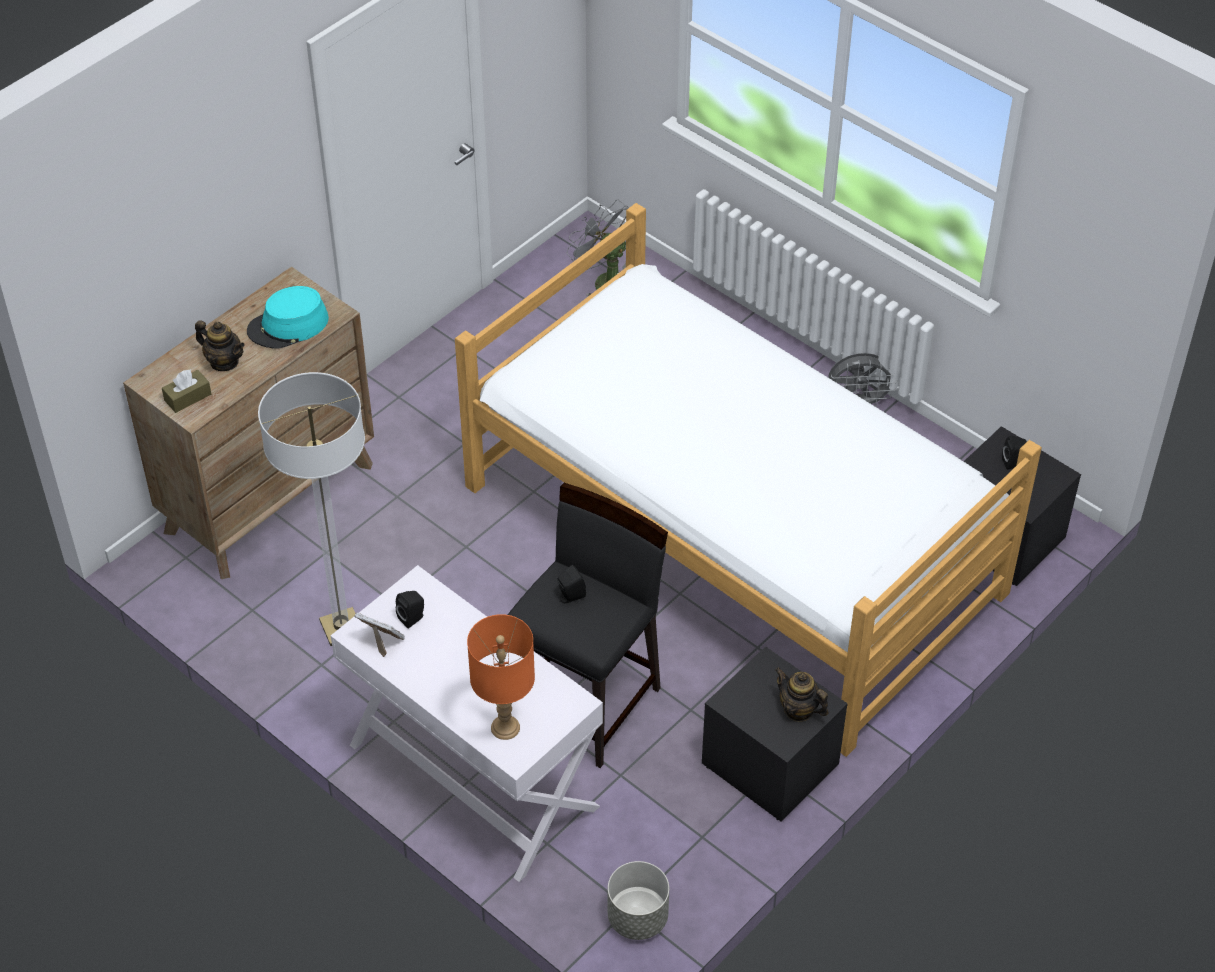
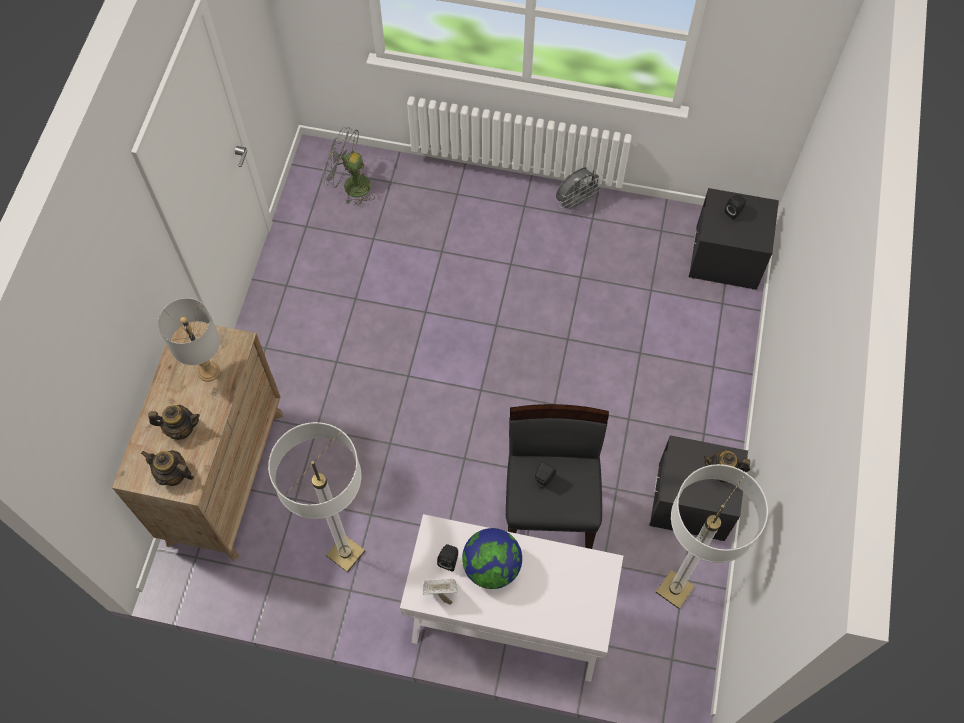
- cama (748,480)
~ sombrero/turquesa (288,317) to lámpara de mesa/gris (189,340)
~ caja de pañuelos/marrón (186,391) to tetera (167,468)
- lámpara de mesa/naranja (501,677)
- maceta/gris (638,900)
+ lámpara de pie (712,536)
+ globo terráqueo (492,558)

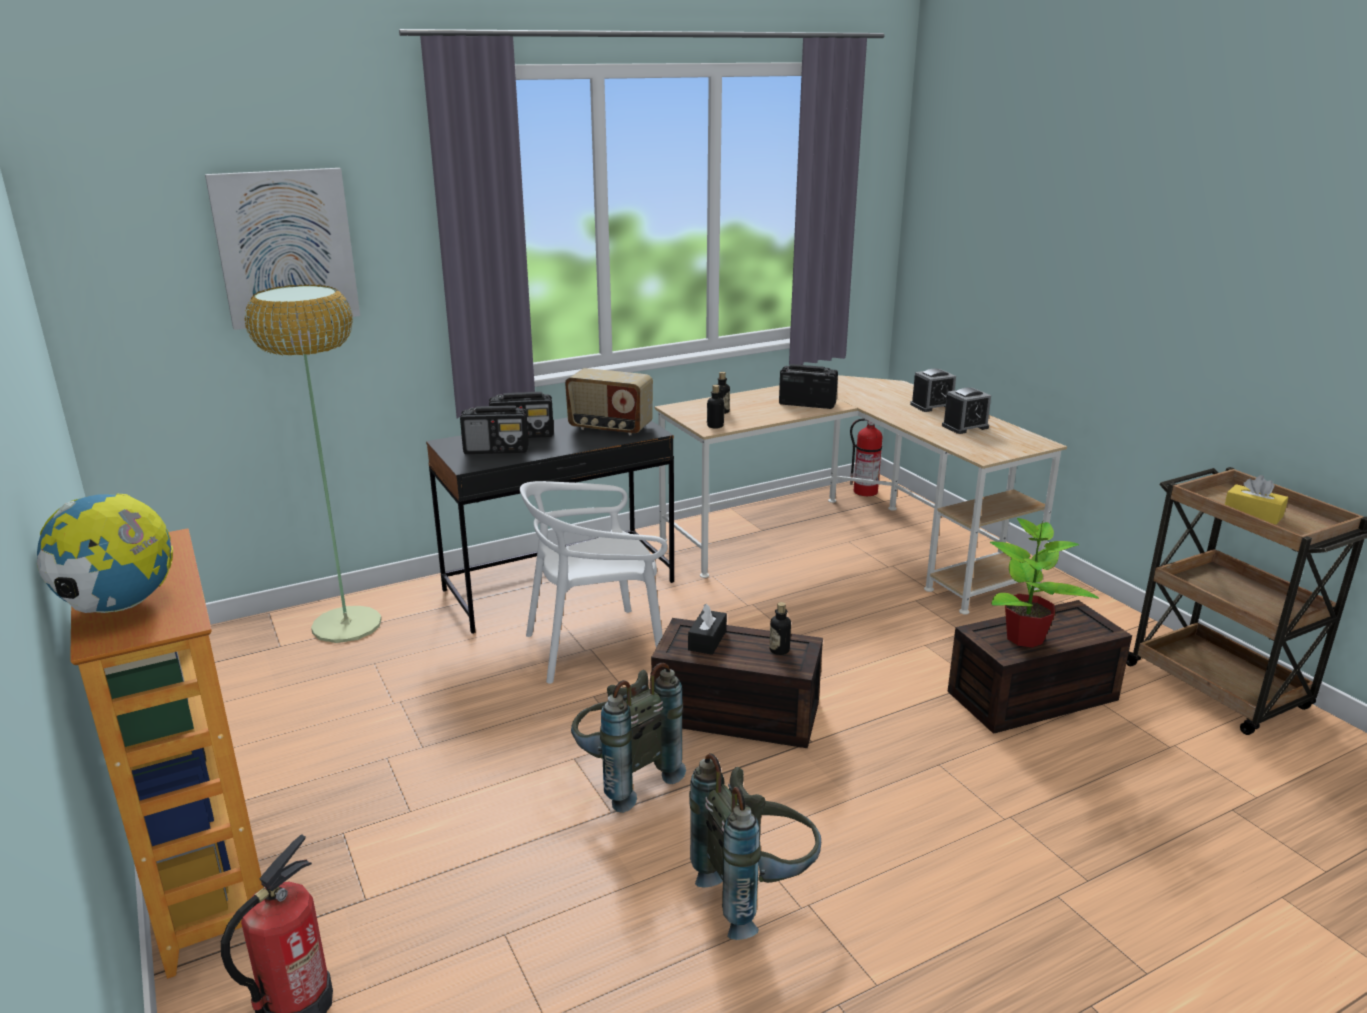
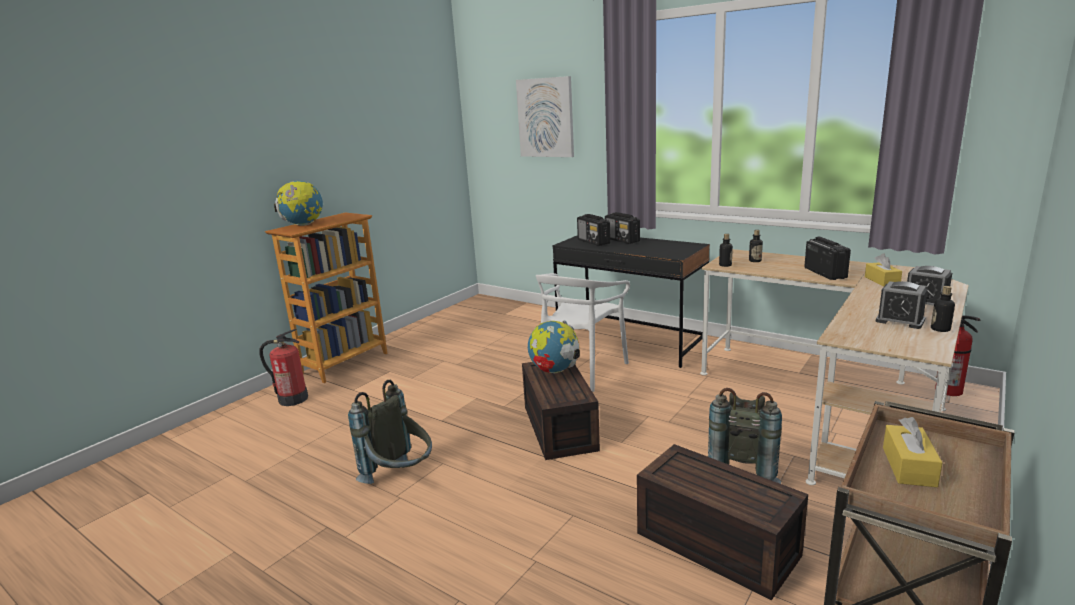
- lámpara de pie (313,464)
- radio (609,401)
~ silla/blanco (594,582) = (583,332) 105 degrees counterclockwise
- planta en maceta (1044,583)
~ botella (780,628) to (943,309)
~ caja de pañuelos/negro (707,629) to globo terráqueo (554,346)
~ mochila/gris (628,738) to (745,436)
+ caja de pañuelos/amarillo (883,270)

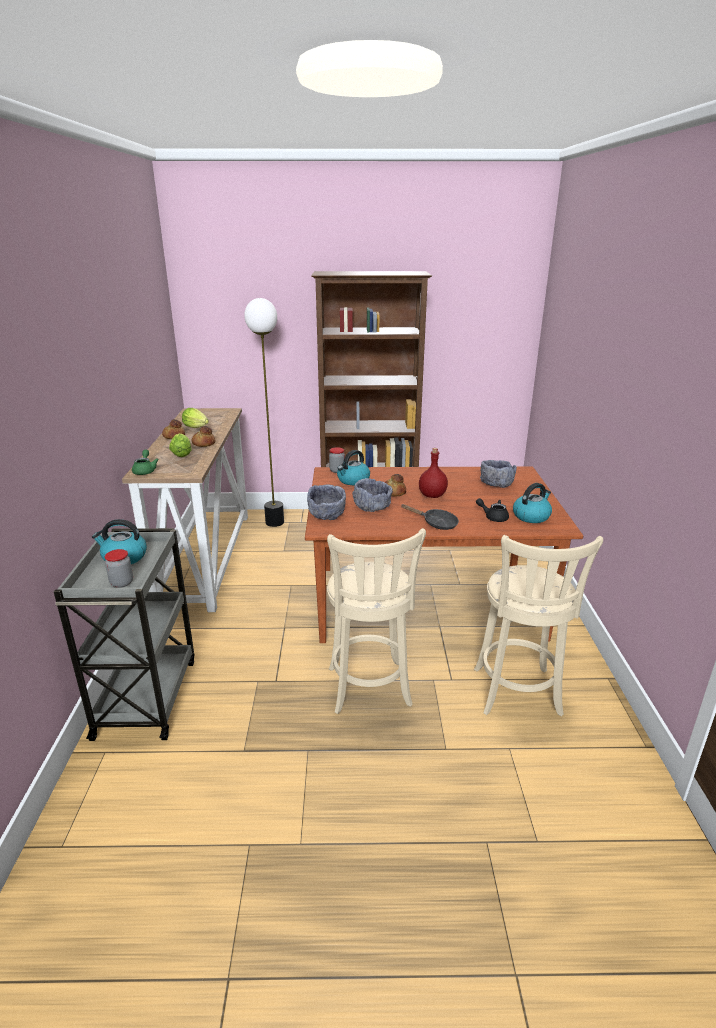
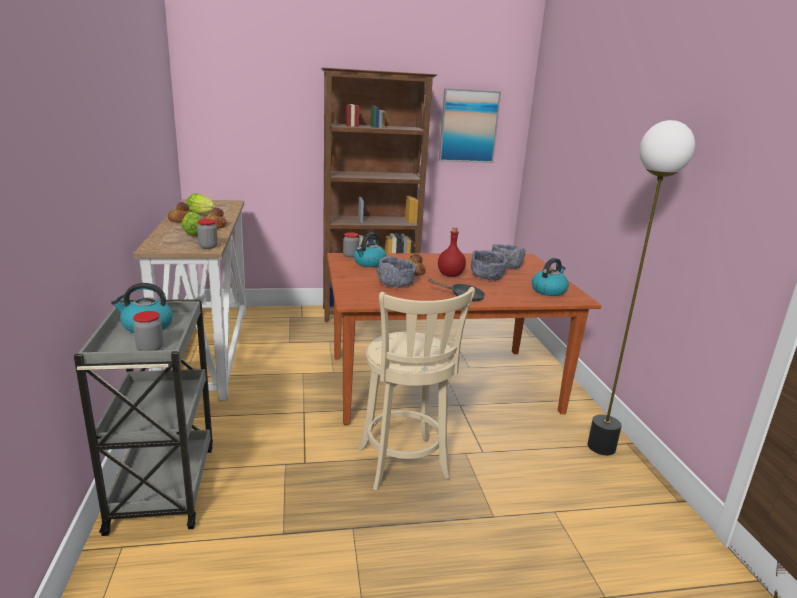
~ lámpara de pie (264,412) to (641,287)
- tetera/verde (145,462)
~ cuenco/gris (326,502) to (489,265)
- tetera/negro (492,510)
- taburete/beis (538,625)
+ cuadro (470,125)
+ tarro (207,234)

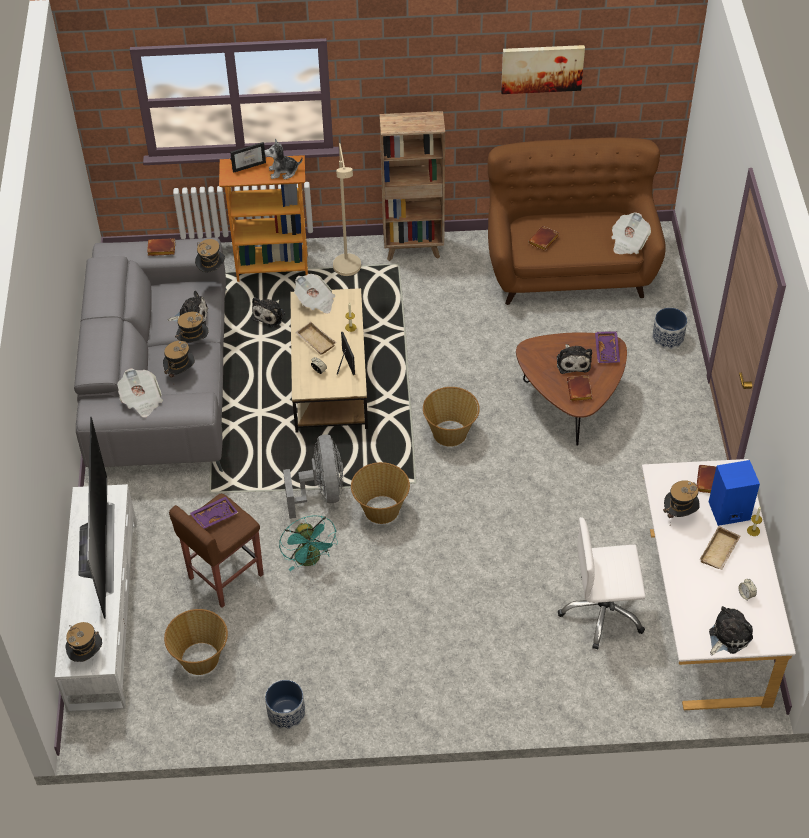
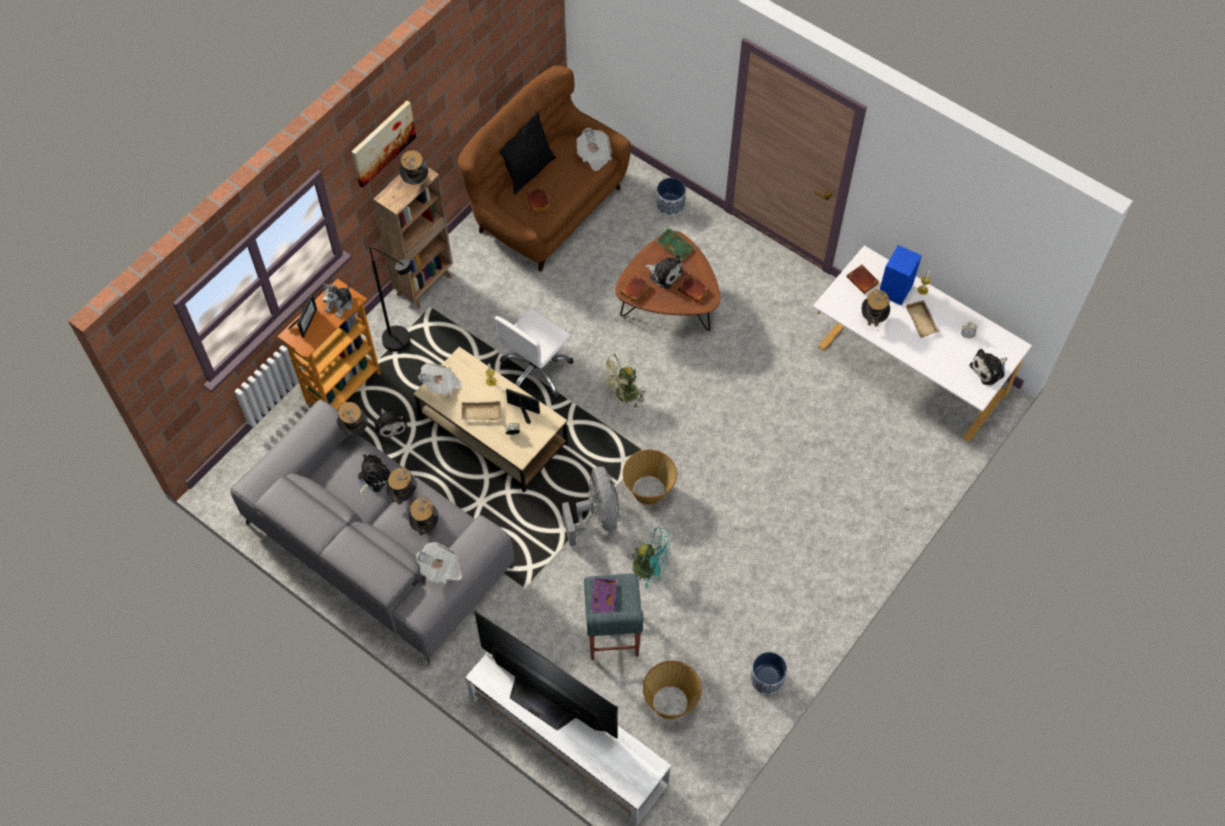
~ cuadro (543,69) to (383,144)
~ lámpara de pie/beis (347,209) to lámpara de pie/negro (390,299)
~ libro/marrón (161,247) to (635,289)
~ bandeja/morado (607,347) to bandeja/verde (675,244)
~ cesta (451,417) to ventilador/verde (622,380)
~ ventilador/gris (313,477) = (590,506) 45 degrees clockwise
~ taburete/marrón (216,551) to taburete/gris (613,617)
~ silla de oficina/blanco (602,583) to (534,353)
~ peluche (731,630) = (988,367) 120 degrees counterclockwise
~ sombrero (84,642) to (413,167)
+ cojín/negro (527,152)

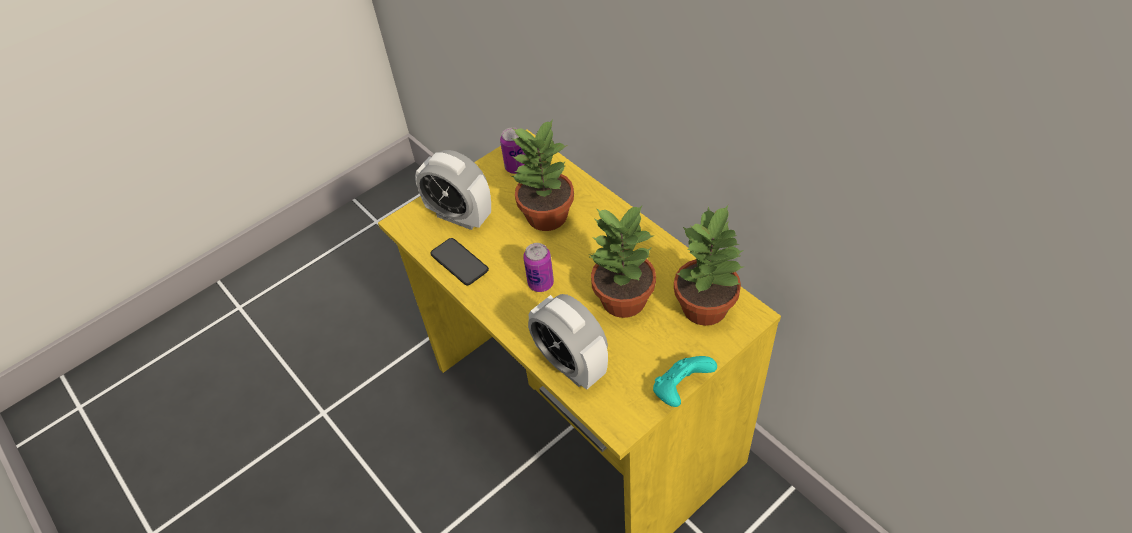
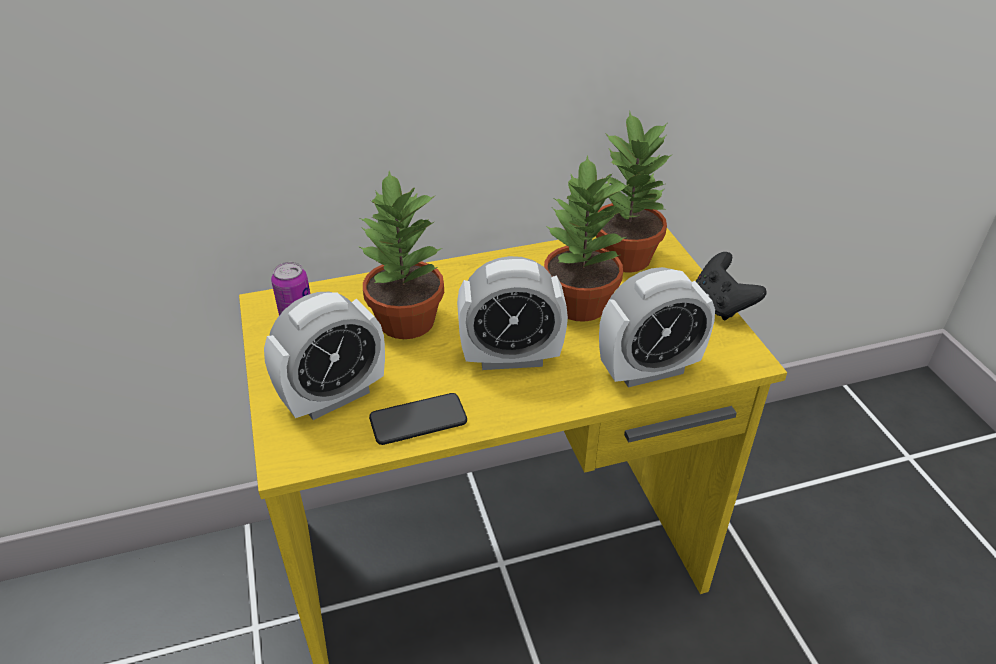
~ lata (538,267) to despertador (512,313)
~ mando de consola/turquesa (685,381) to mando de consola/negro (731,286)

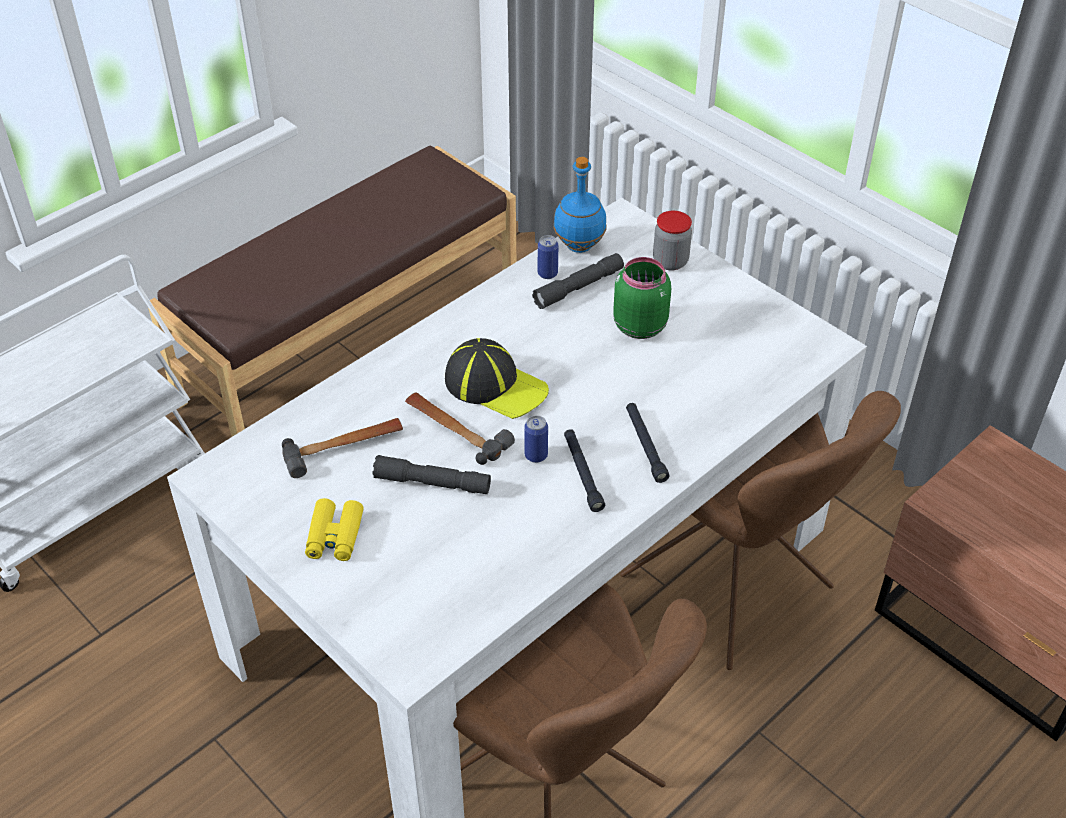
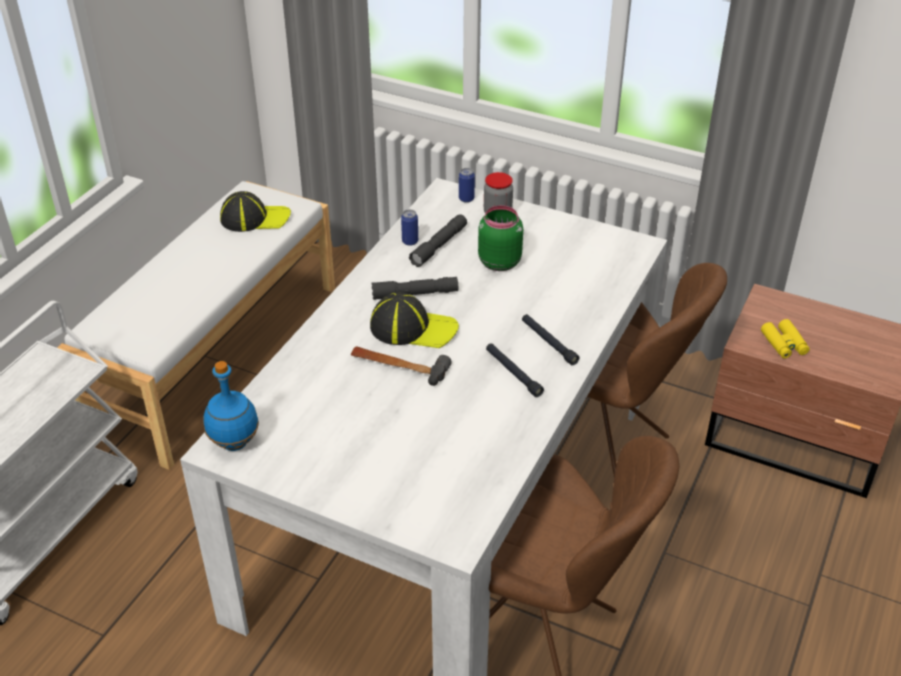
~ banco/marrón (332,291) to banco/blanco (196,325)
~ botella/azul (580,205) to (231,406)
~ lata (536,439) to (467,185)
- martillo (342,448)
~ linterna/gris (431,474) to (415,288)
~ prismáticos/amarillo (334,529) to (785,339)
+ gorra (255,211)

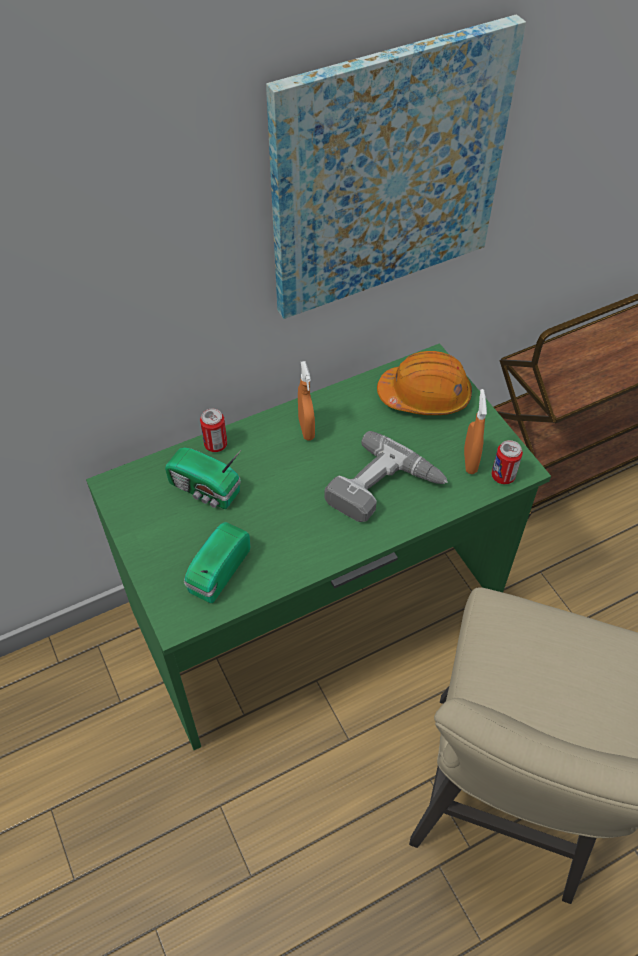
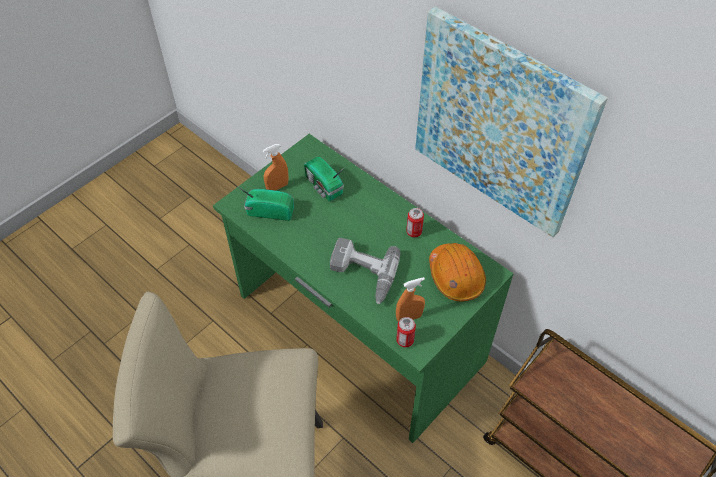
~ pulverizador/naranja (306,401) to (276,167)
~ lata (213,430) to (415,222)
~ radio (203,478) = (324,179) 45 degrees counterclockwise

